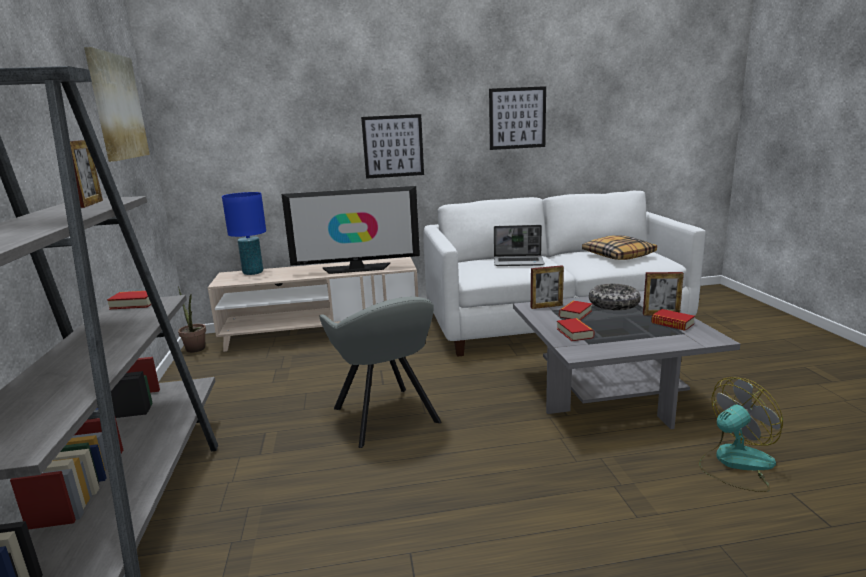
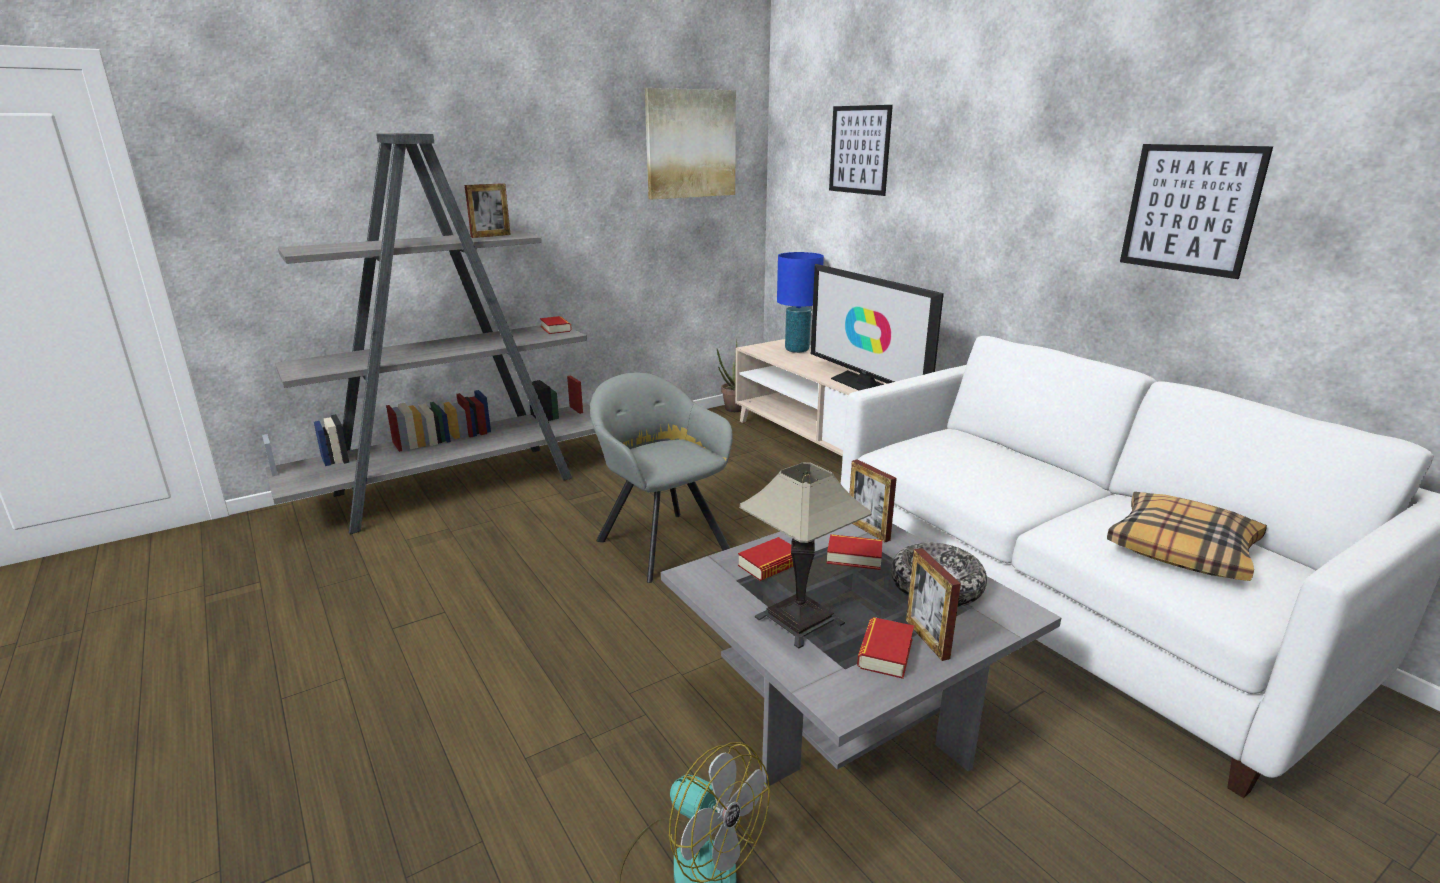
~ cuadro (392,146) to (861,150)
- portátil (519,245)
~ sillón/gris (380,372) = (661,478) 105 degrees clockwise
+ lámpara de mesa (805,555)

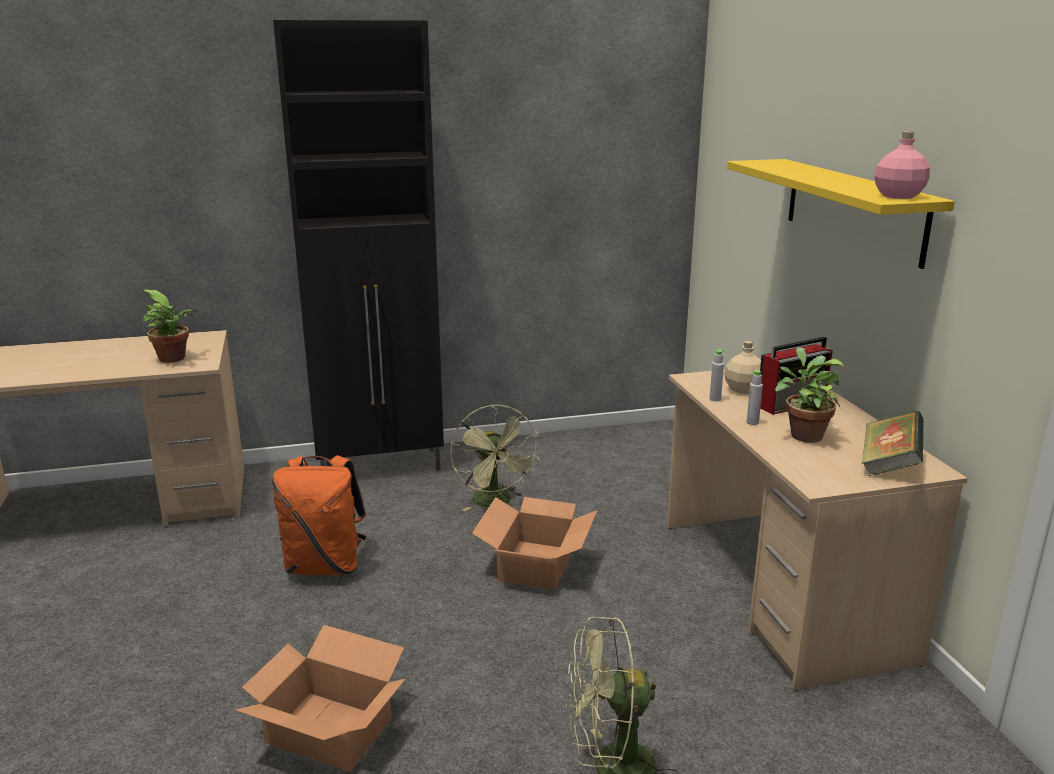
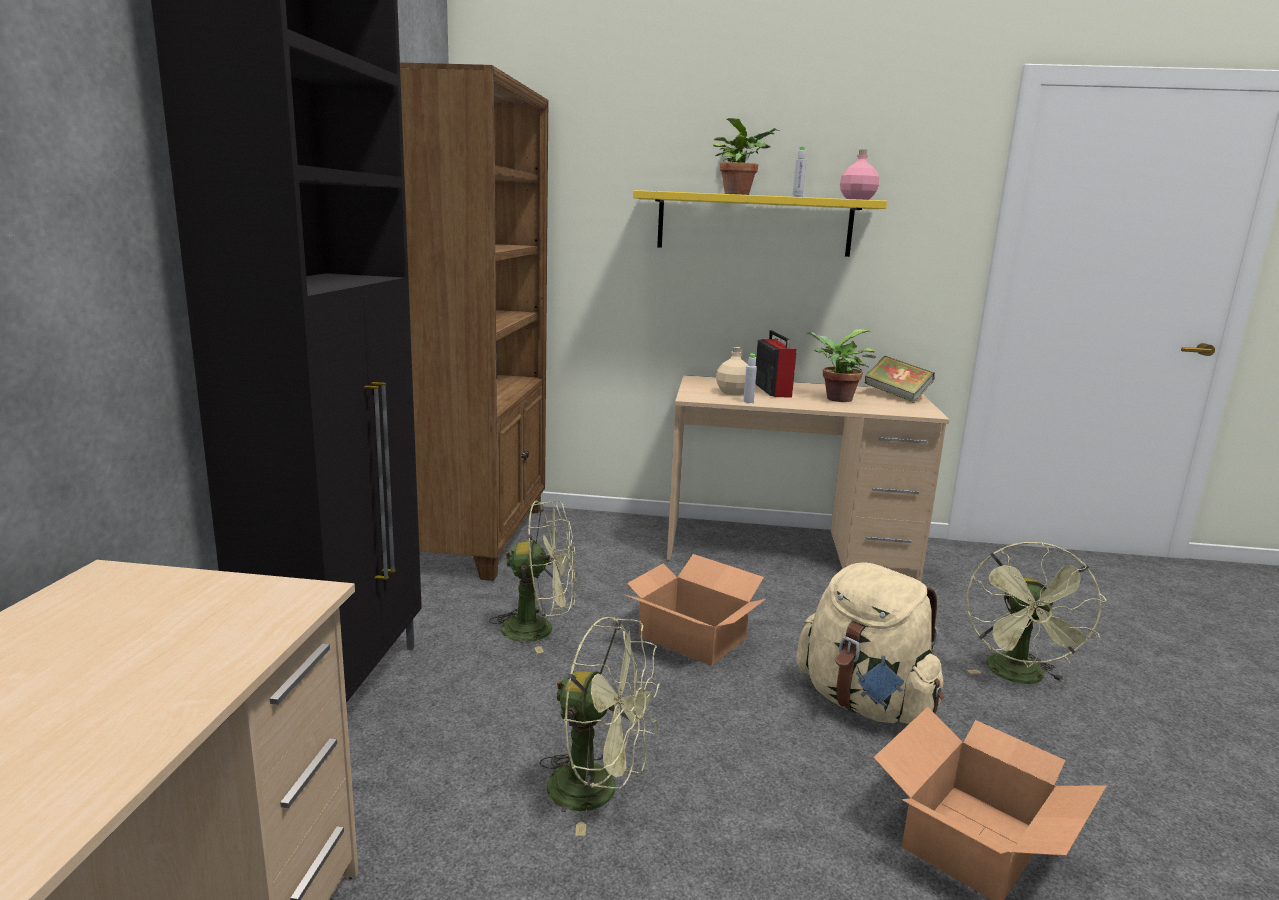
~ planta en maceta (170,326) to (746,156)
~ botella/gris (754,397) to (799,172)
~ mochila/naranja (319,515) to ventilador/verde (601,726)
+ estantería/marrón (474,321)
+ mochila/beis (870,643)

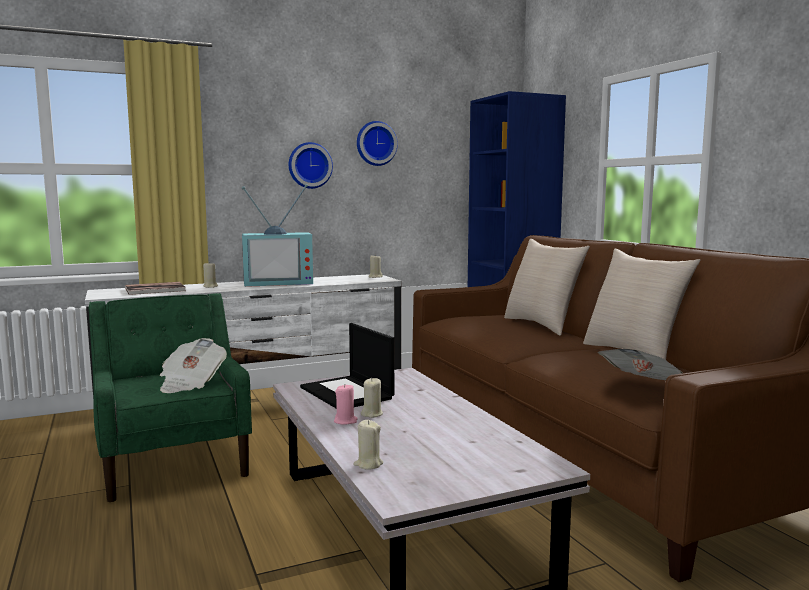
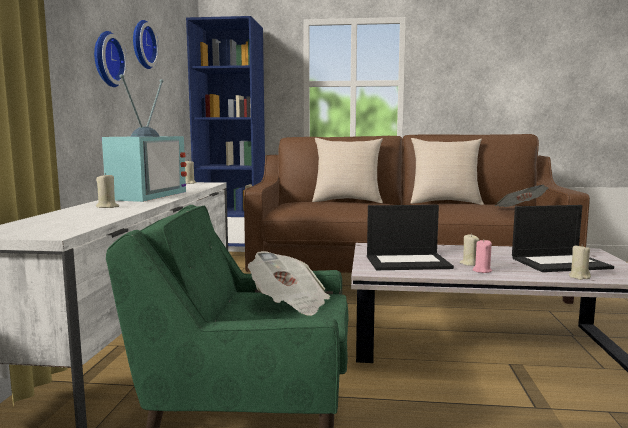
- libro (155,288)
+ portátil (563,238)

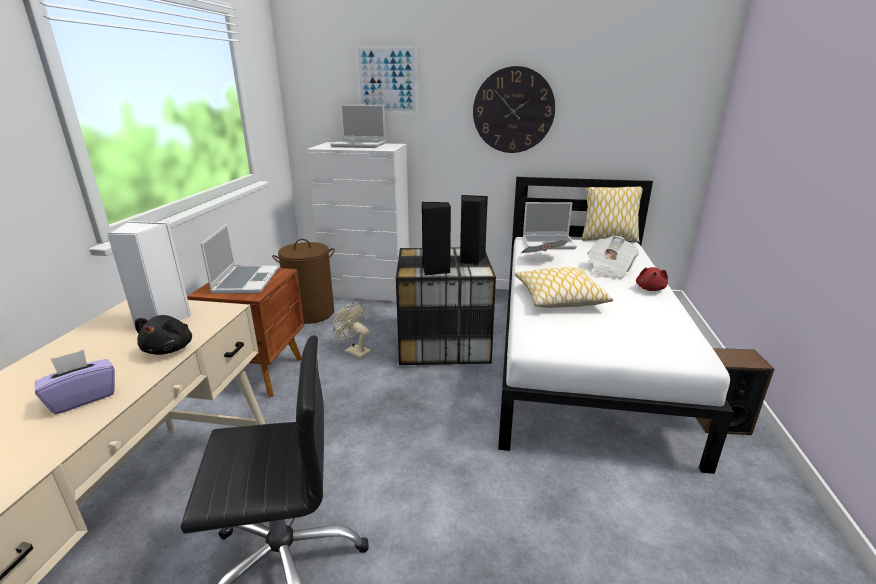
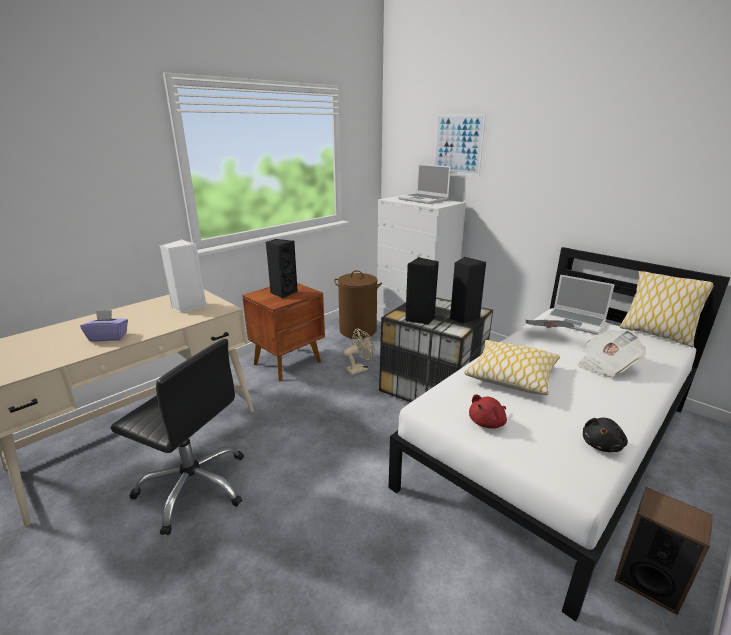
- reloj de pared (514,109)
~ portátil (240,259) to altavoz/negro (282,268)
~ peluche/rojo (652,279) to (488,411)
~ ventilador/beis (352,330) = (359,352) 75 degrees clockwise
~ peluche/negro (163,335) to (605,435)

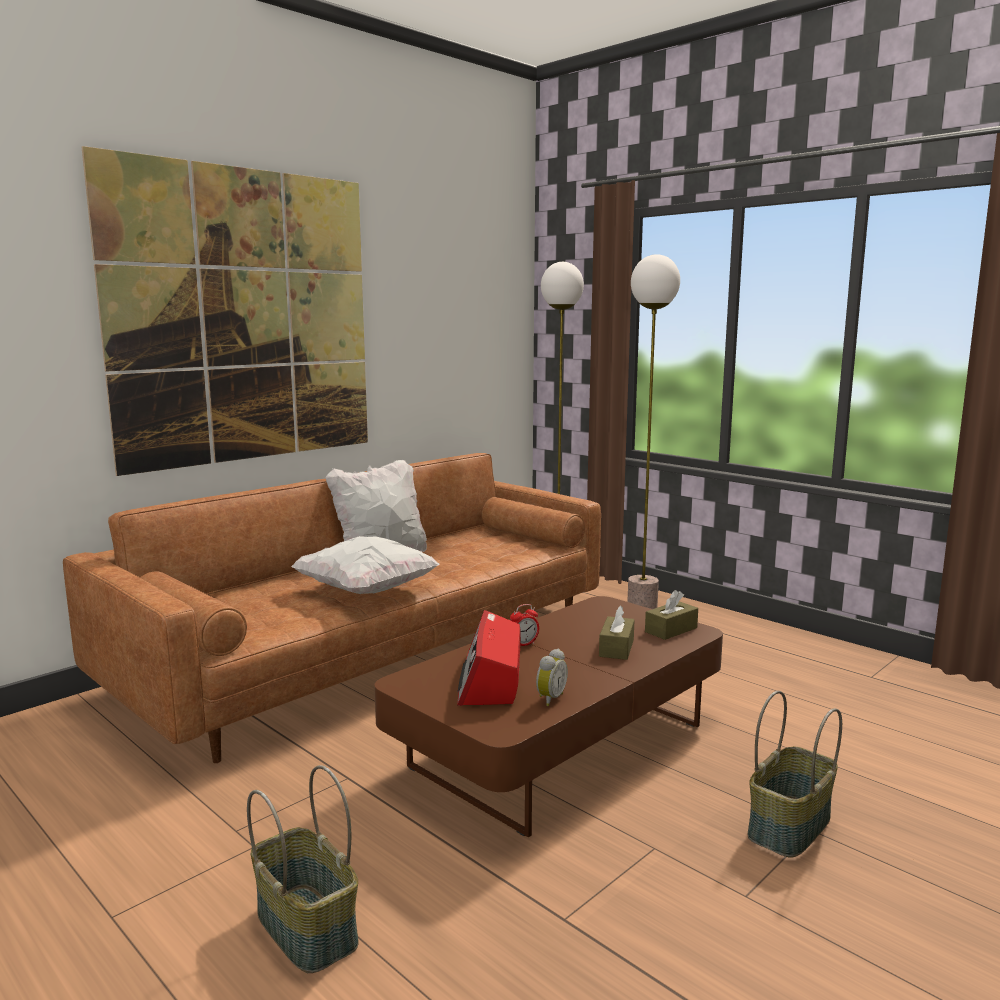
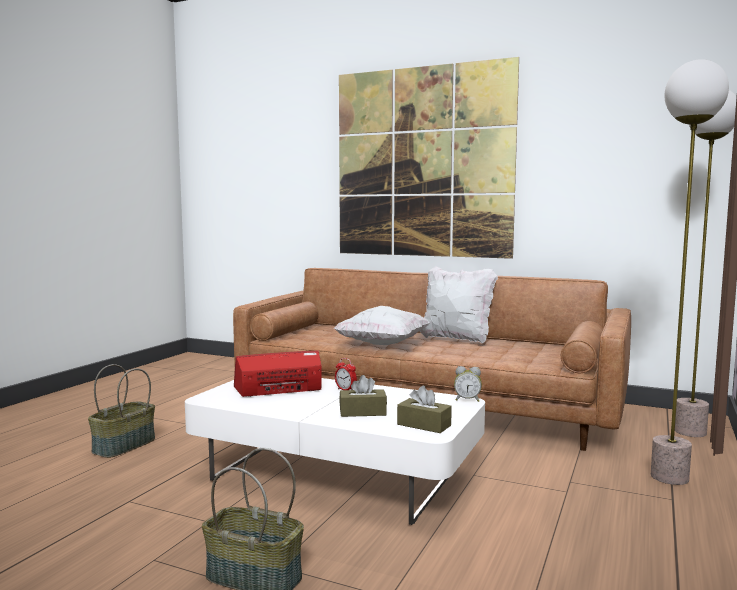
~ mesa de centro/marrón (548,717) to mesa de centro/blanco (335,451)
~ despertador (552,677) to (468,384)

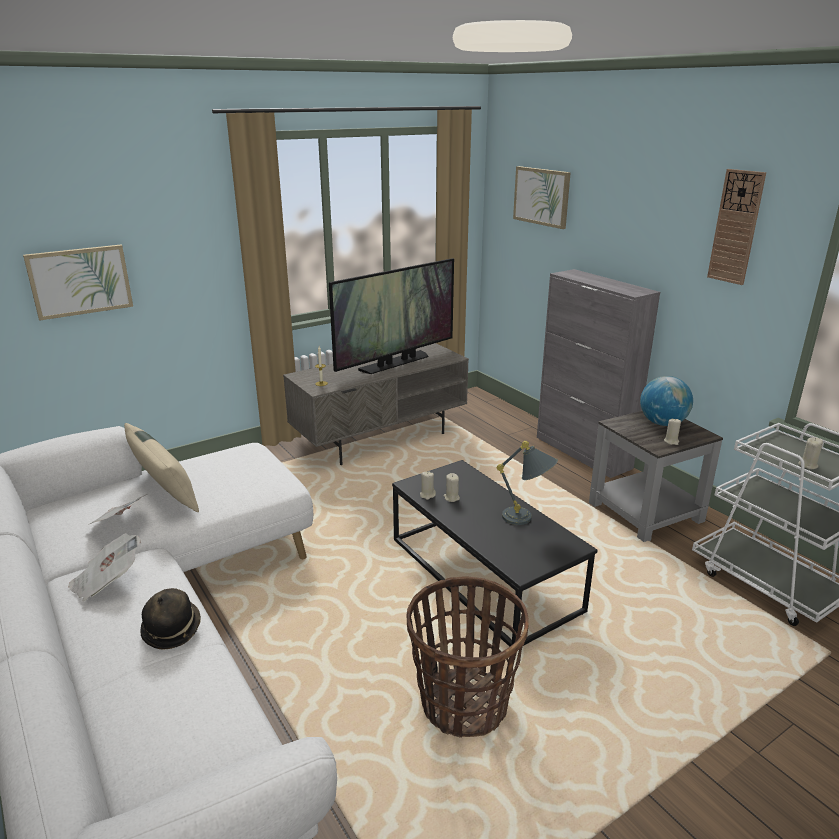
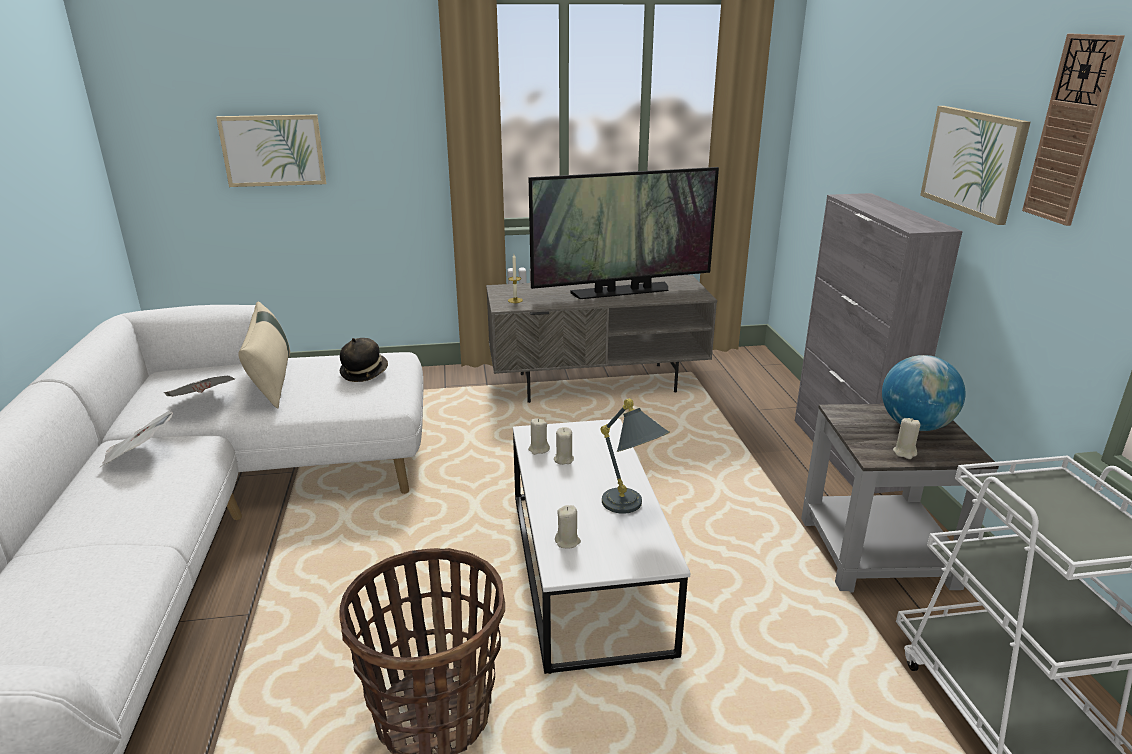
~ cuadro (542,197) to (975,165)
~ vela/beis (810,453) to (568,527)
~ mesa de centro/negro (494,553) to mesa de centro/blanco (601,546)
~ sombrero (170,618) to (364,360)

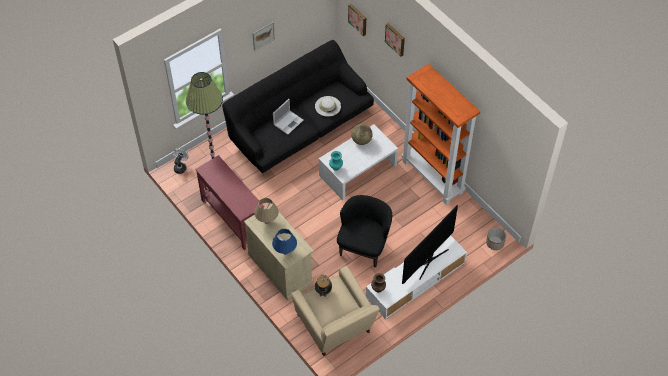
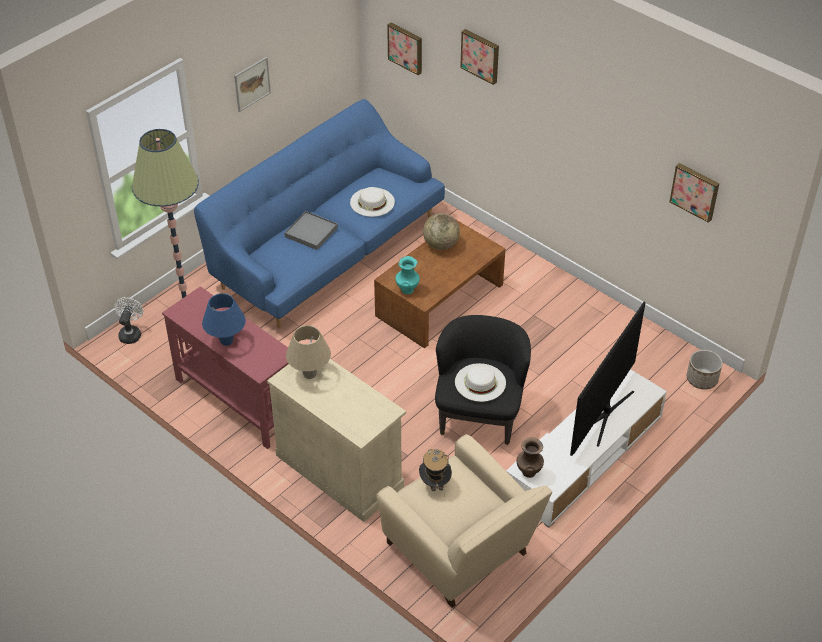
~ sofá/negro (298,108) to sofá/azul (319,213)
- estantería/naranja (440,134)
~ portátil (288,117) to bandeja/gris (311,230)
~ mesa de centro/blanco (358,162) to mesa de centro/marrón (439,283)
~ lámpara de mesa/azul (284,241) to (224,319)
+ cuadro (694,193)
+ sombrero/blanco (480,382)

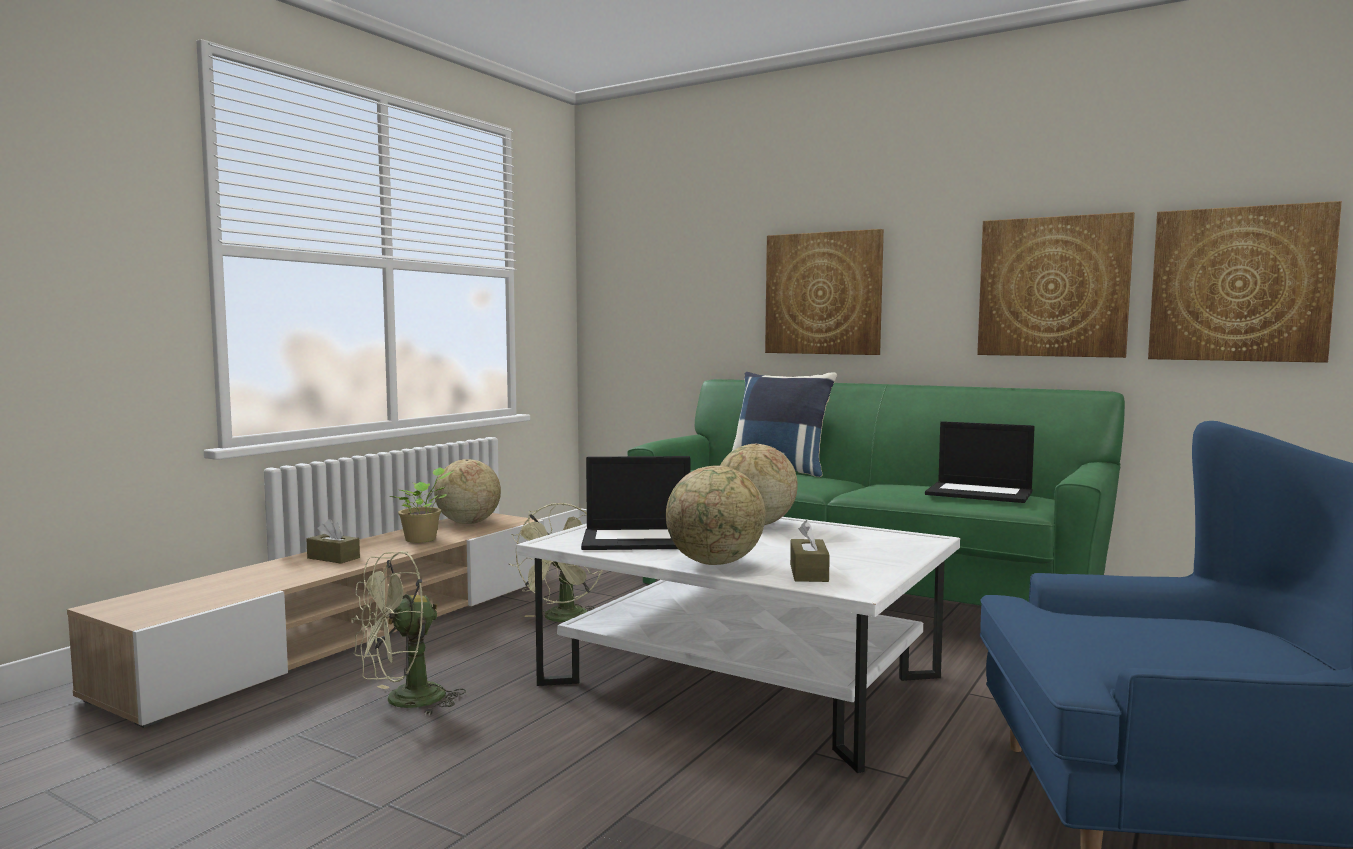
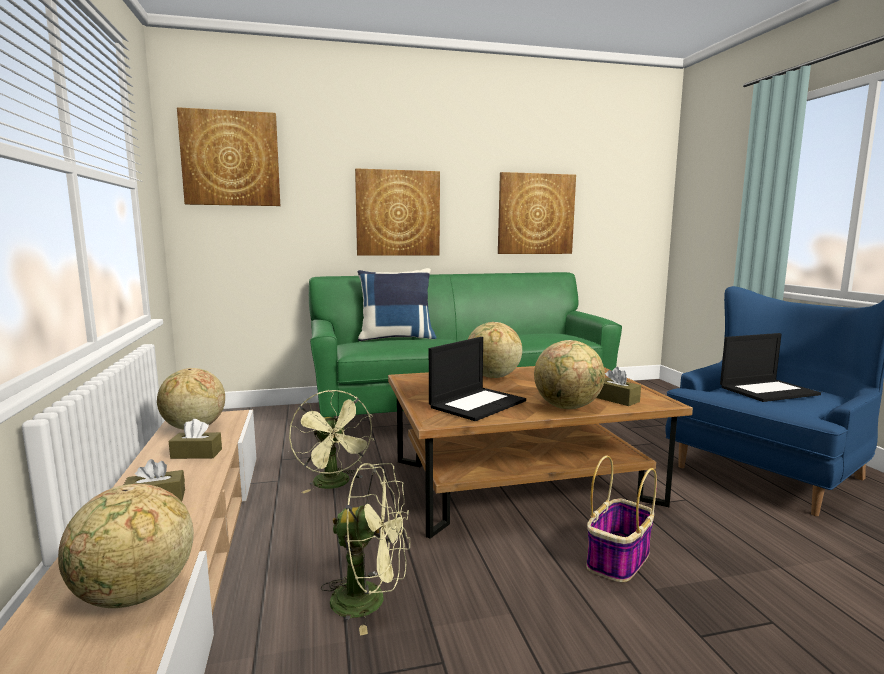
~ cuadro (1245,282) to (228,156)
~ portátil (980,462) to (770,367)
~ planta en maceta (420,505) to caja de pañuelos/marrón (195,439)
~ mesa de centro/blanco (738,645) to mesa de centro/marrón (540,452)
~ ventilador/verde (408,633) = (365,549) 90 degrees counterclockwise
+ cesta (621,519)
+ globo terráqueo (126,546)

